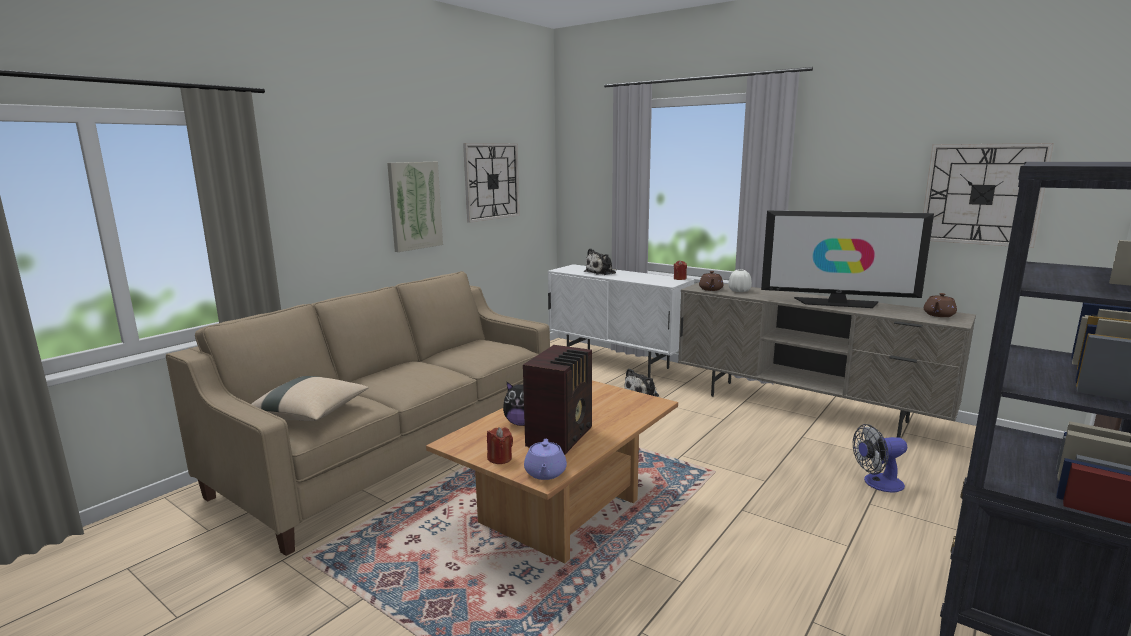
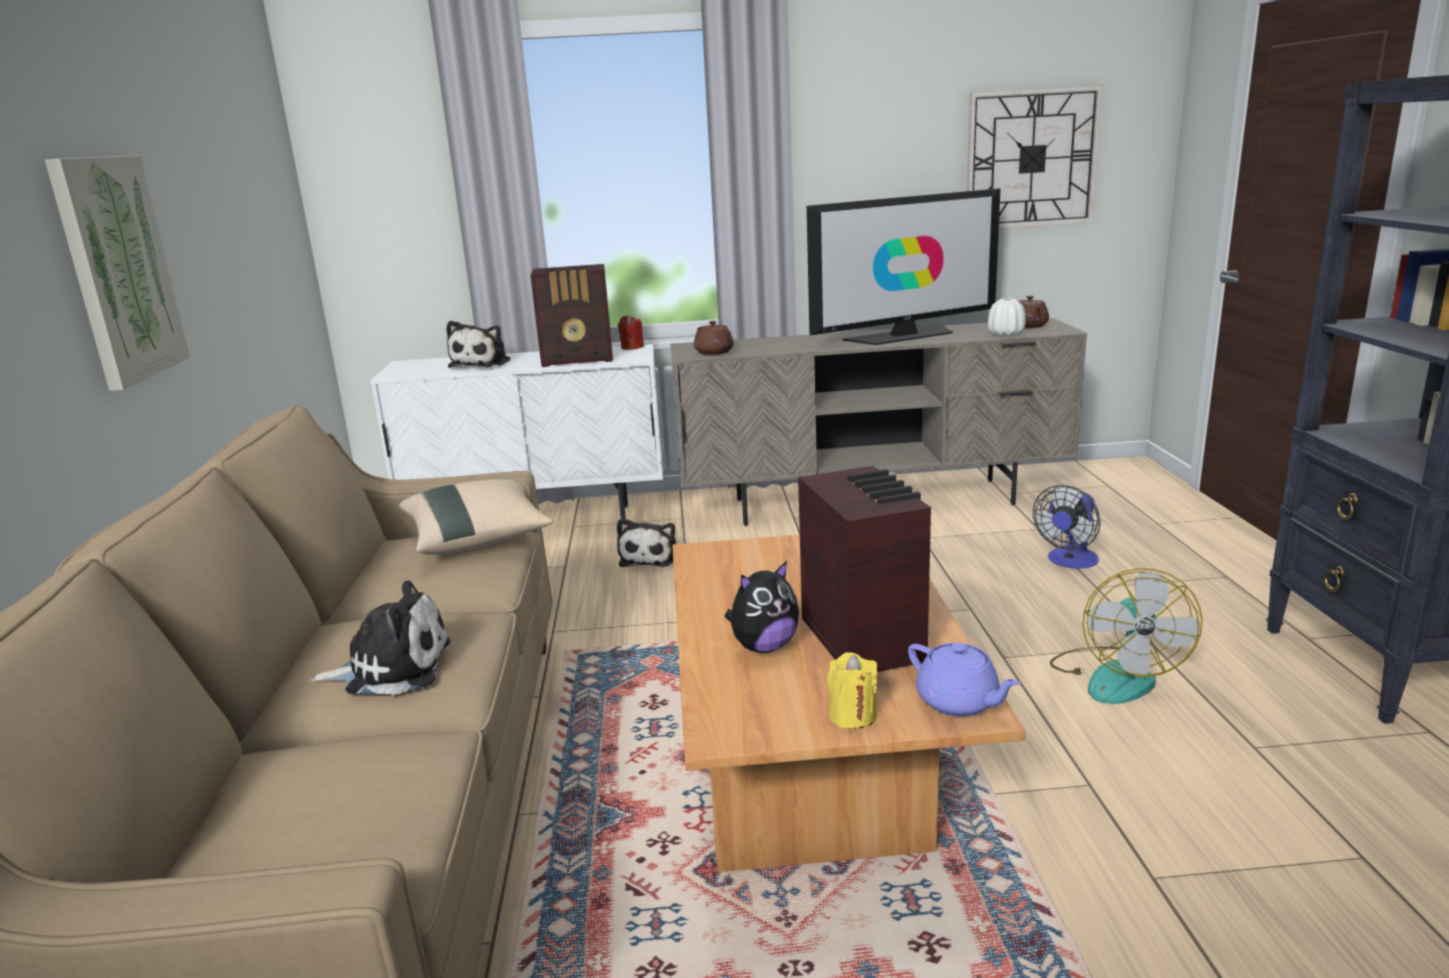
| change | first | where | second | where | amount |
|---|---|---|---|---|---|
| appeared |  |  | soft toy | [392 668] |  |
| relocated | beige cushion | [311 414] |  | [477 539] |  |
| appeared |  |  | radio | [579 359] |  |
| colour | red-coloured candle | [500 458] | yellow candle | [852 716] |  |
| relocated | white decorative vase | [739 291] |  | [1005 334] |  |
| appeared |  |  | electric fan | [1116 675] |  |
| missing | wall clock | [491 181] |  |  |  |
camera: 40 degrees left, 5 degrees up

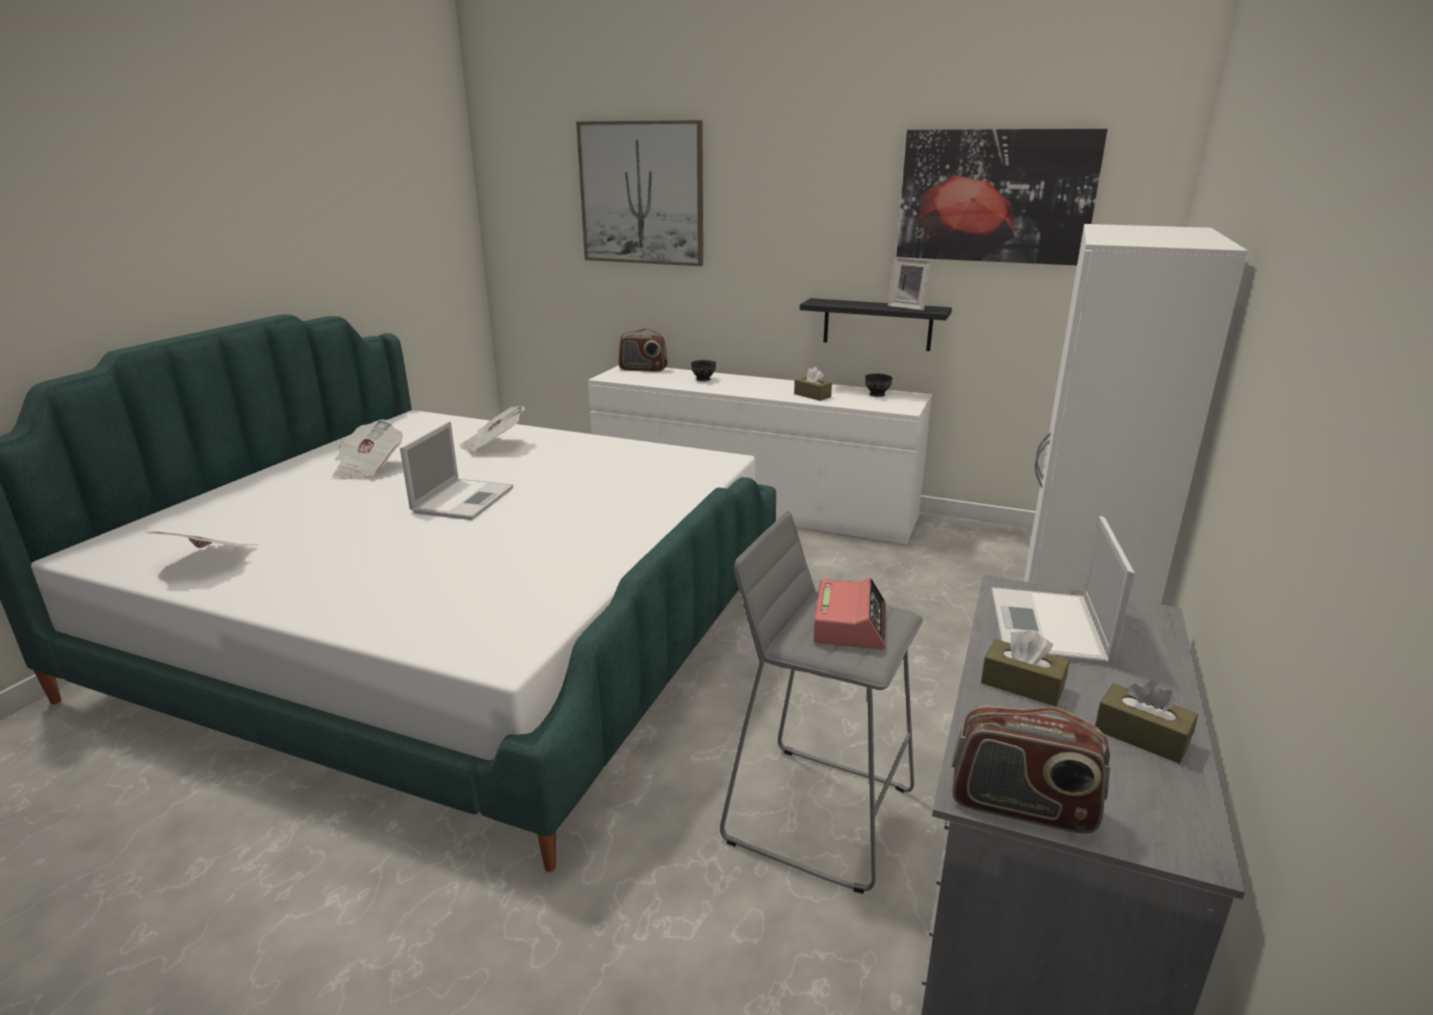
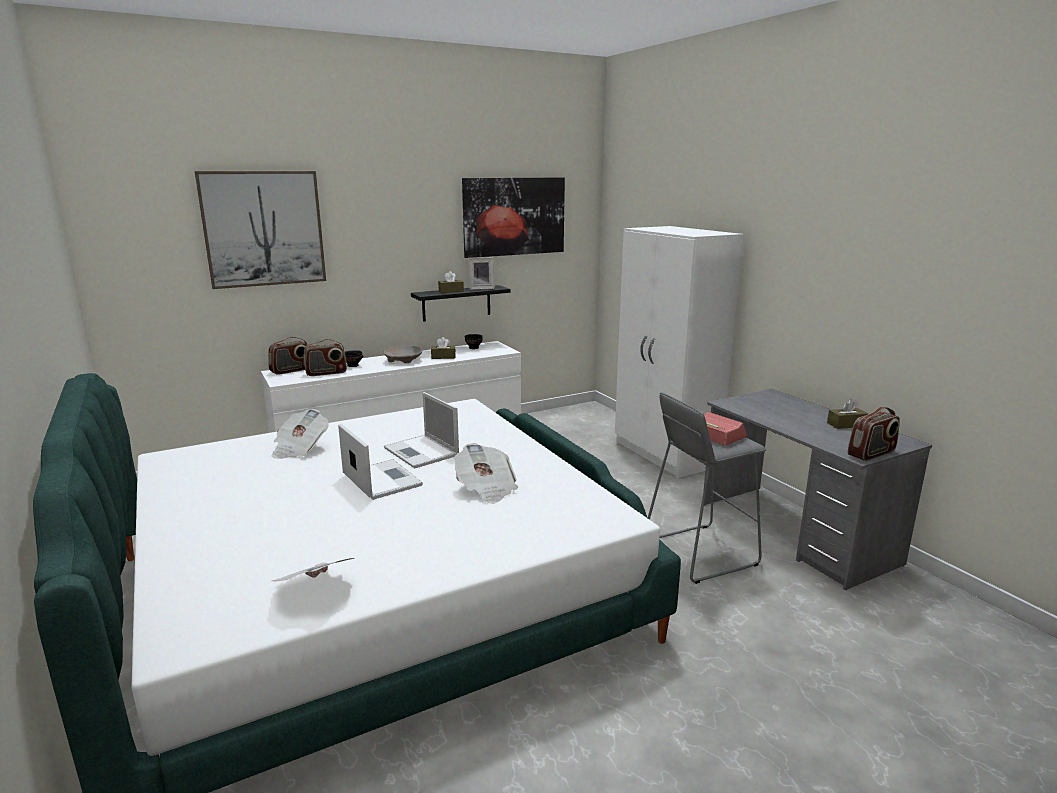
| change | first | where | second | where | amount |
|---|---|---|---|---|---|
| appeared |  |  | radio | [326 373] |  |
| appeared |  |  | beige bowl | [404 360] |  |
| relocated | notebook computer | [1049 628] |  | [422 452] |  |
| relocated | brownish tissue box | [1022 685] |  | [451 291] |  |
| relocated | printed paper | [368 468] |  | [486 489] |  |
camera: 50 degrees left, 5 degrees down

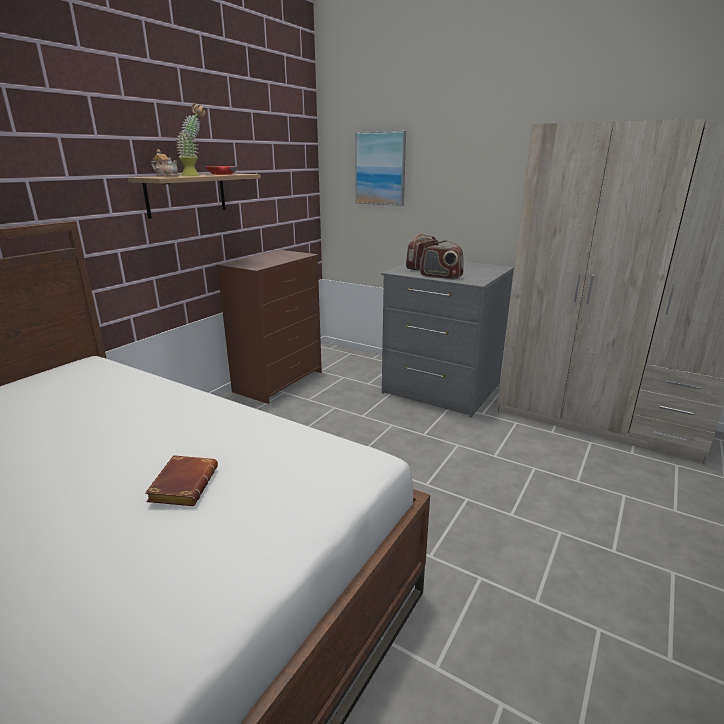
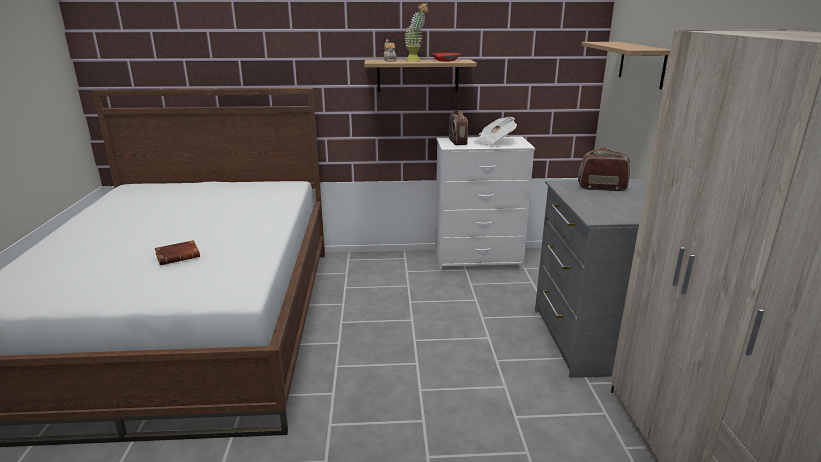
| change | first | where | second | where | amount |
|---|---|---|---|---|---|
| colour | brownish drawer chest | [279 381] | white drawer chest | [478 260] |  |
| relocated | radio | [441 276] |  | [457 141] |  |
| appeared |  |  | printed paper | [493 142] |  |
| exchanged | wall art | [380 169] | bracket shelf | [642 64] |  |
camera: 55 degrees right, 0 degrees up

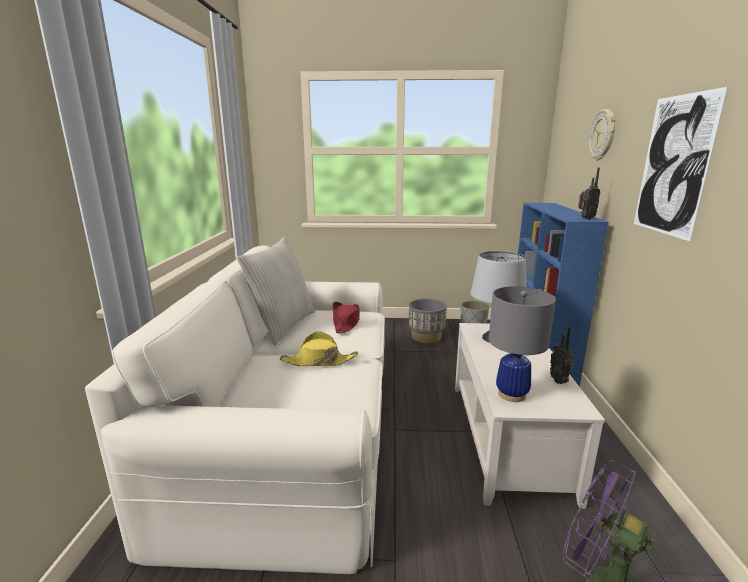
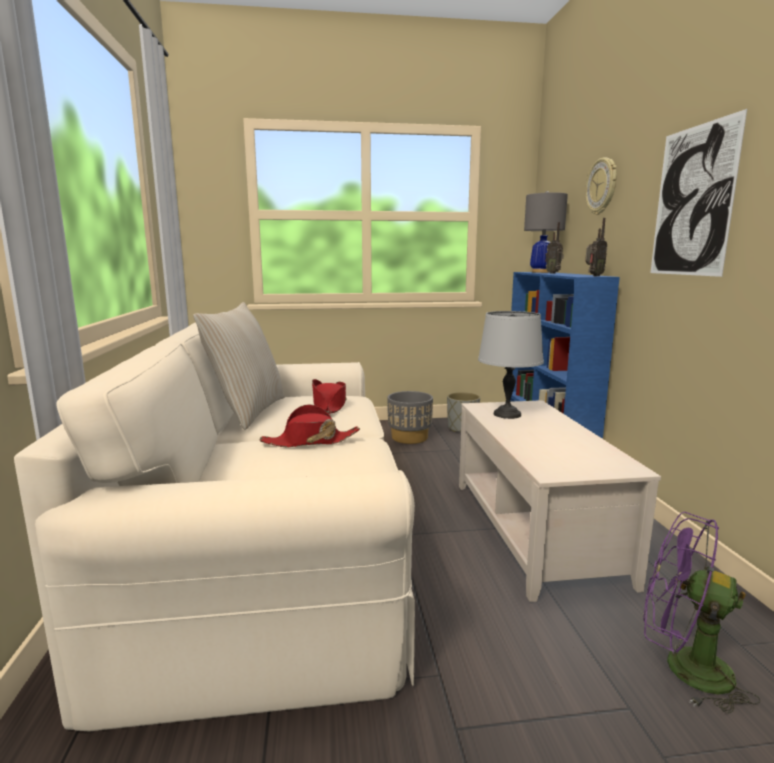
| change | first | where | second | where | amount |
|---|---|---|---|---|---|
| colour | yellow wearable hat | [318 361] | red-coloured wearable hat | [310 441] |  |
| relocated | gray tabletop lamp | [512 394] |  | [541 272] |  |
| relocated | radio | [559 381] |  | [553 273] |  |
camera: 10 degrees left, 5 degrees down

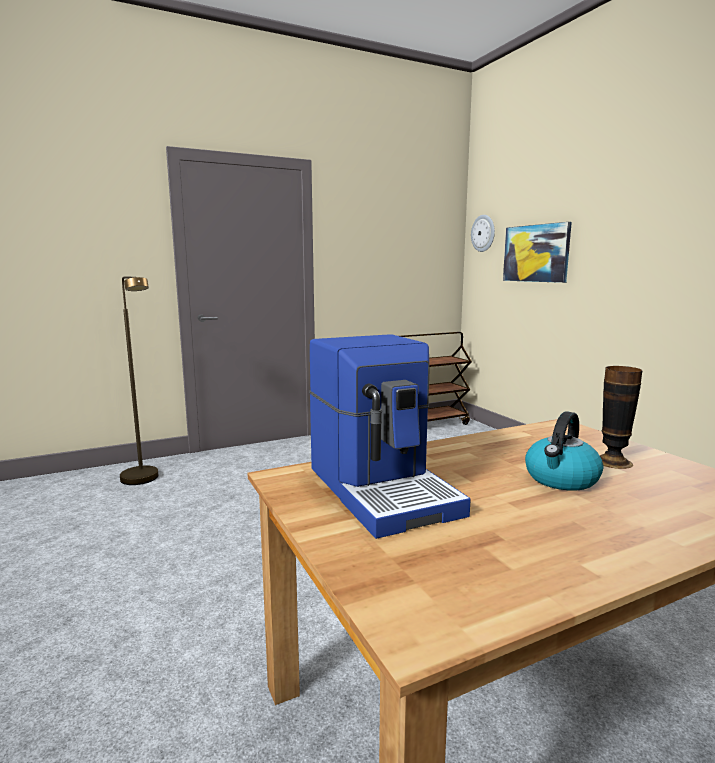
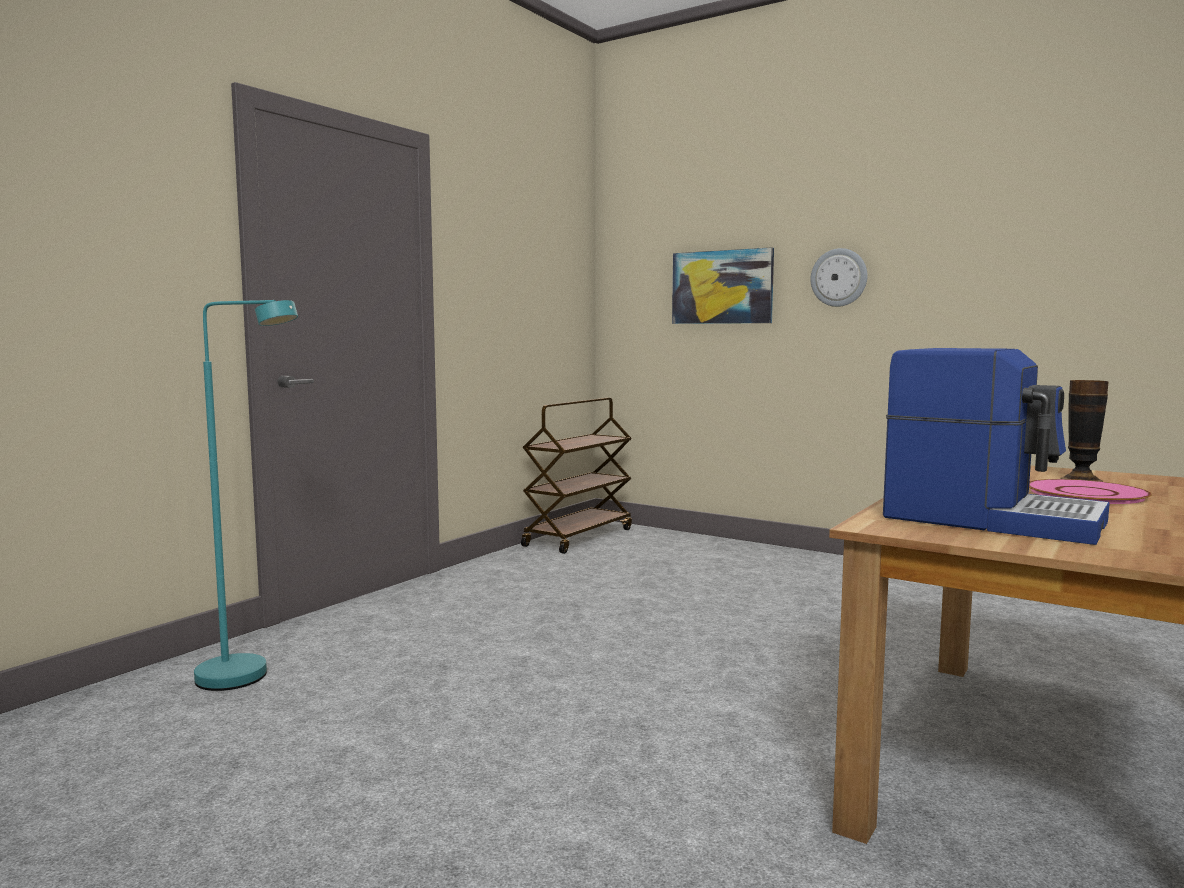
| change | first | where | second | where | amount |
|---|---|---|---|---|---|
| colour | brownish floor lamp | [143 481] | blue-green floor lamp | [248 679] |  |
| relocated | wall clock | [483 233] |  | [839 277] |  |
| exchanged | water kettle | [561 479] | pink plate | [1086 494] |  |
camera: 30 degrees left, 5 degrees down

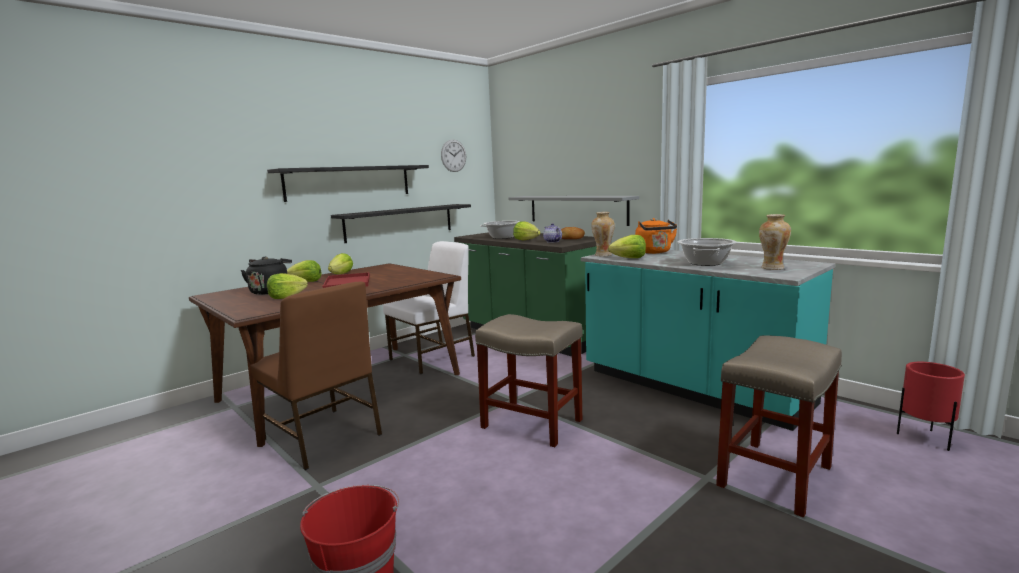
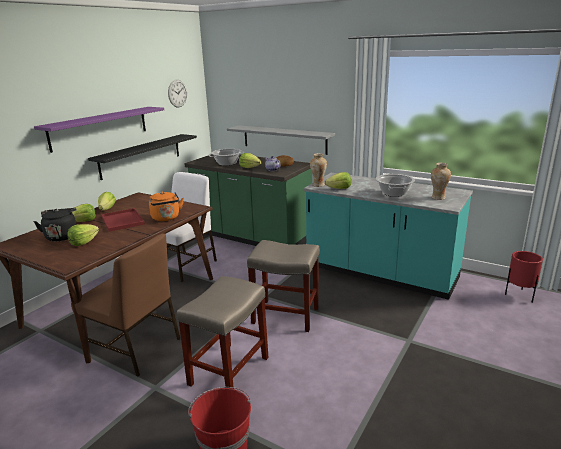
| change | first | where | second | where | amount |
|---|---|---|---|---|---|
| colour | black bracket shelf | [349 182] | purple bracket shelf | [100 128] |  |
| relocated | orange-coloured water kettle | [654 252] |  | [166 218] |  |
| relocated | beige sitting stool | [774 477] |  | [228 372] |  |
camera: 15 degrees left, 10 degrees up

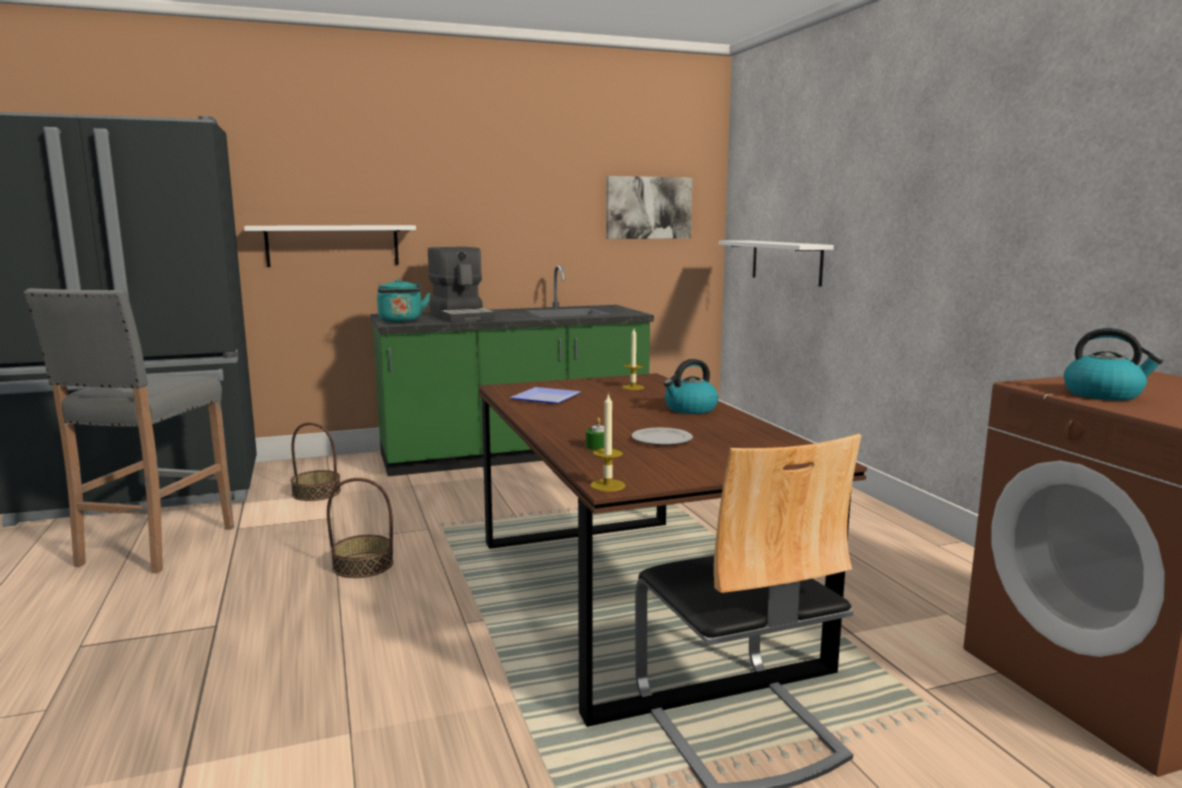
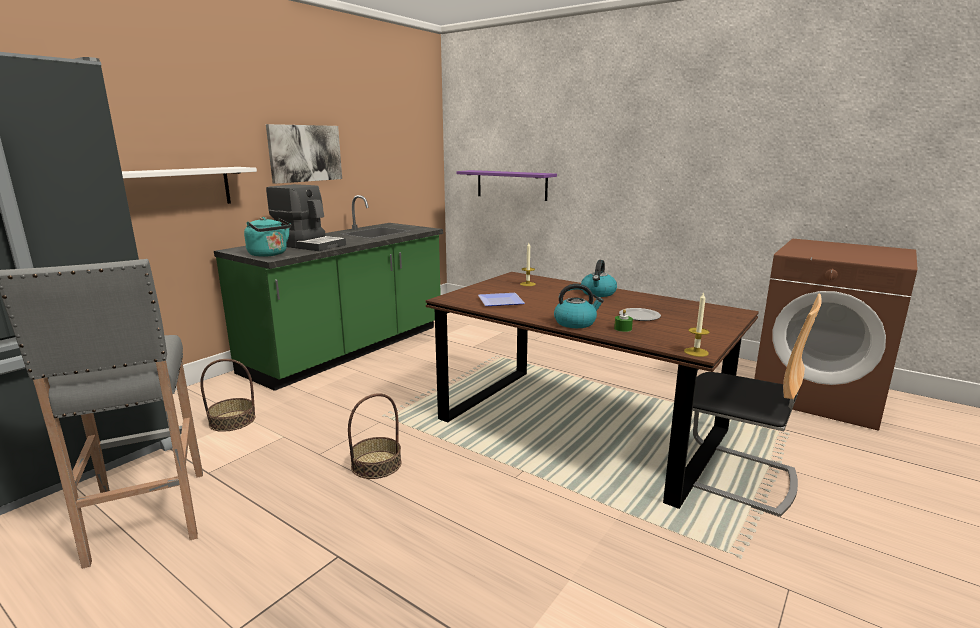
| change | first | where | second | where | amount |
|---|---|---|---|---|---|
| relocated | wall art | [648 207] |  | [305 153] |  |
| colour | white bracket shelf | [786 262] | purple bracket shelf | [511 185] |  |
| relocated | water kettle | [1104 394] |  | [575 323] |  |
camera: 35 degrees left, 5 degrees up

